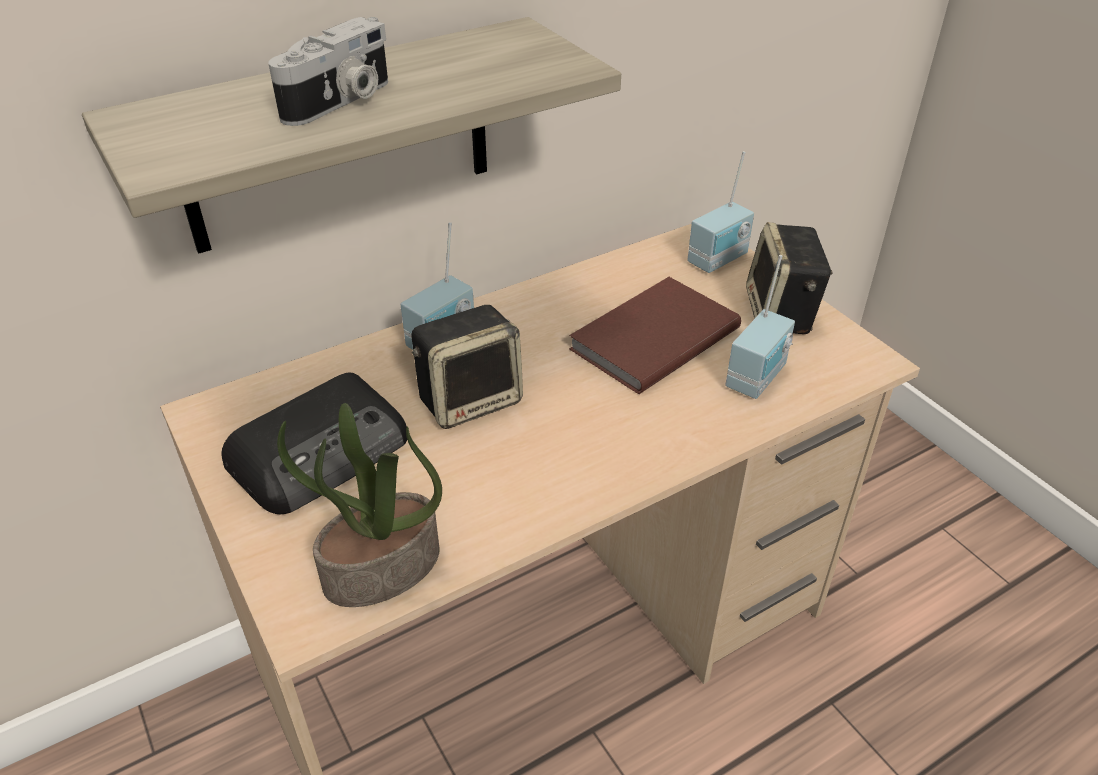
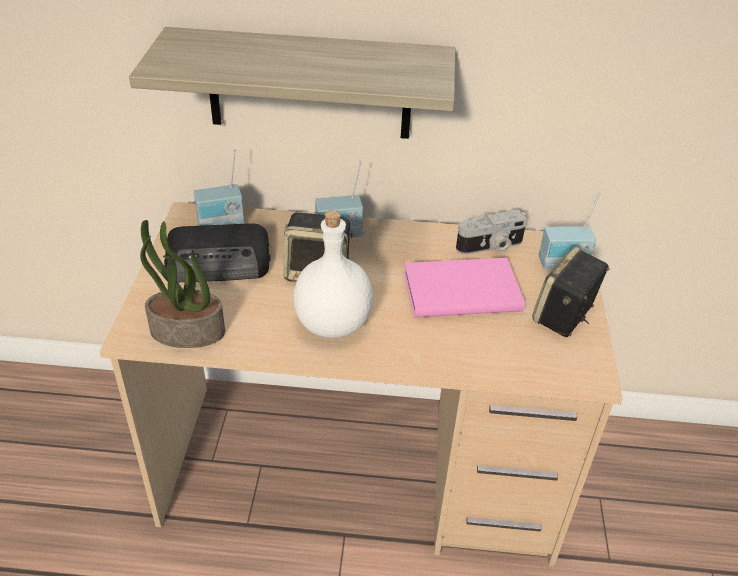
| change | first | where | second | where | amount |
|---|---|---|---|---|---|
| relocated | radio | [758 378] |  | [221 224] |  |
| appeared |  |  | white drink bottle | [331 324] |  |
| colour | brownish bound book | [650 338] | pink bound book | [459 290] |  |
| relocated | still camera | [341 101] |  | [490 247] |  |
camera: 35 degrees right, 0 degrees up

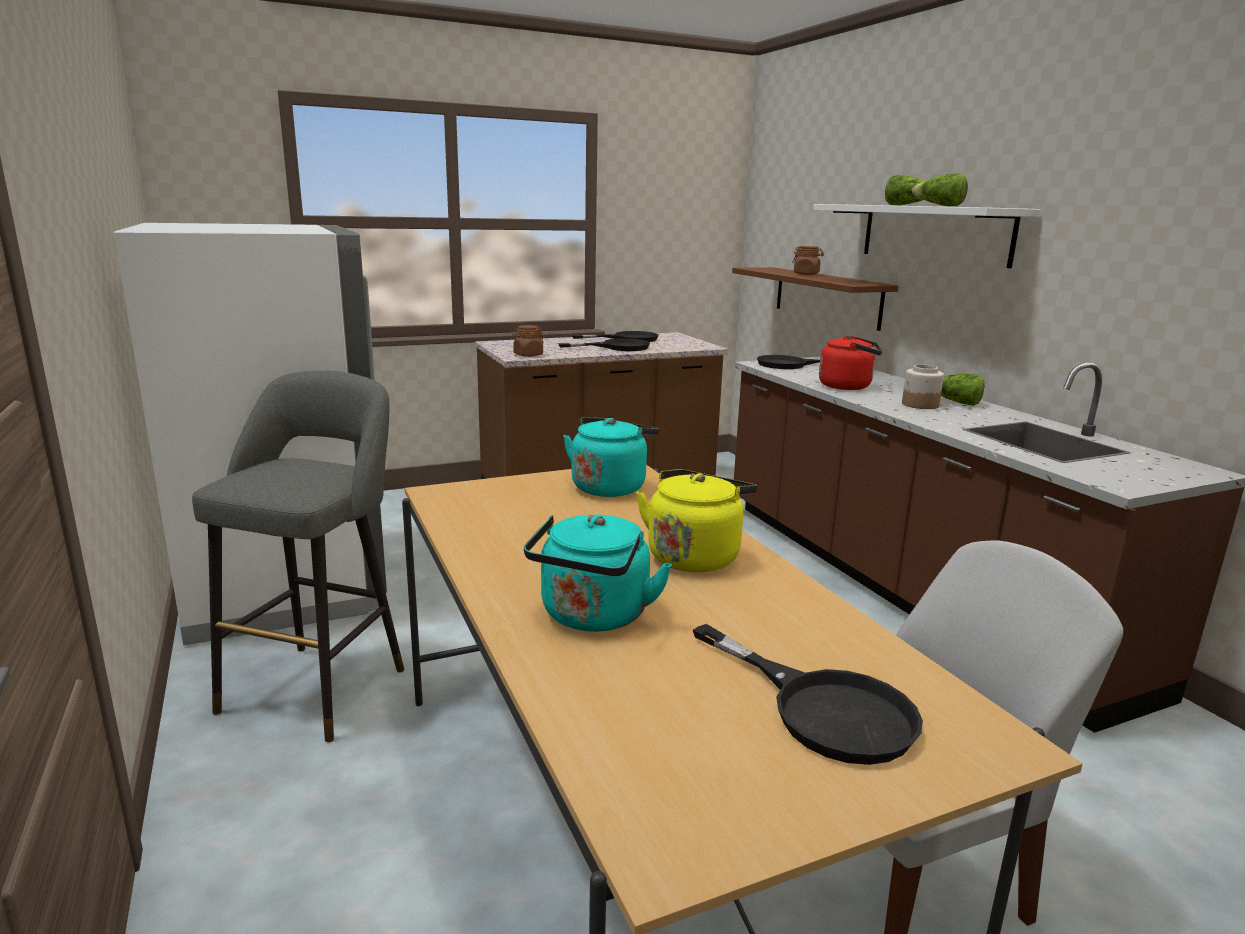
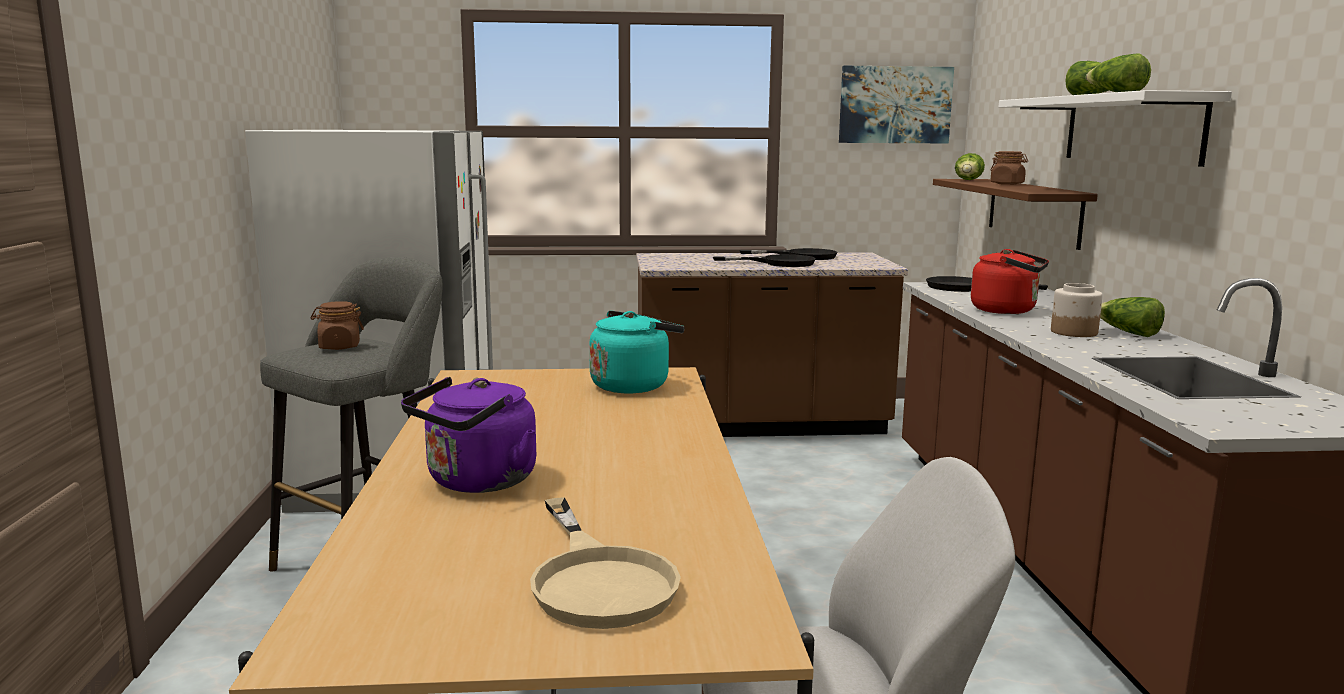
| change | first | where | second | where | amount |
|---|---|---|---|---|---|
| relocated | brownish storage jar | [528 355] |  | [339 347] |  |
| colour | blue-green water kettle | [593 617] | purple water kettle | [477 482] |  |
| colour | black frying pan | [822 708] | beige frying pan | [598 579] |  |
| appeared |  |  | wall art | [895 105] |  |
| appeared |  |  | lettuce head | [968 180] |  |
| missing | yellow water kettle | [695 556] |  |  |  |
camera: 20 degrees right, 5 degrees down

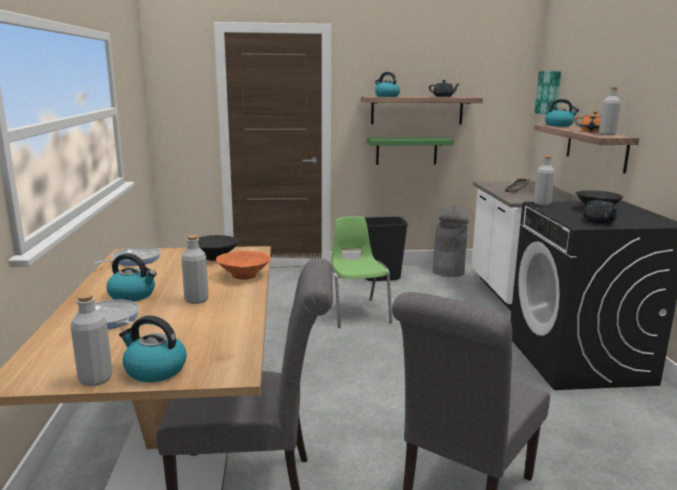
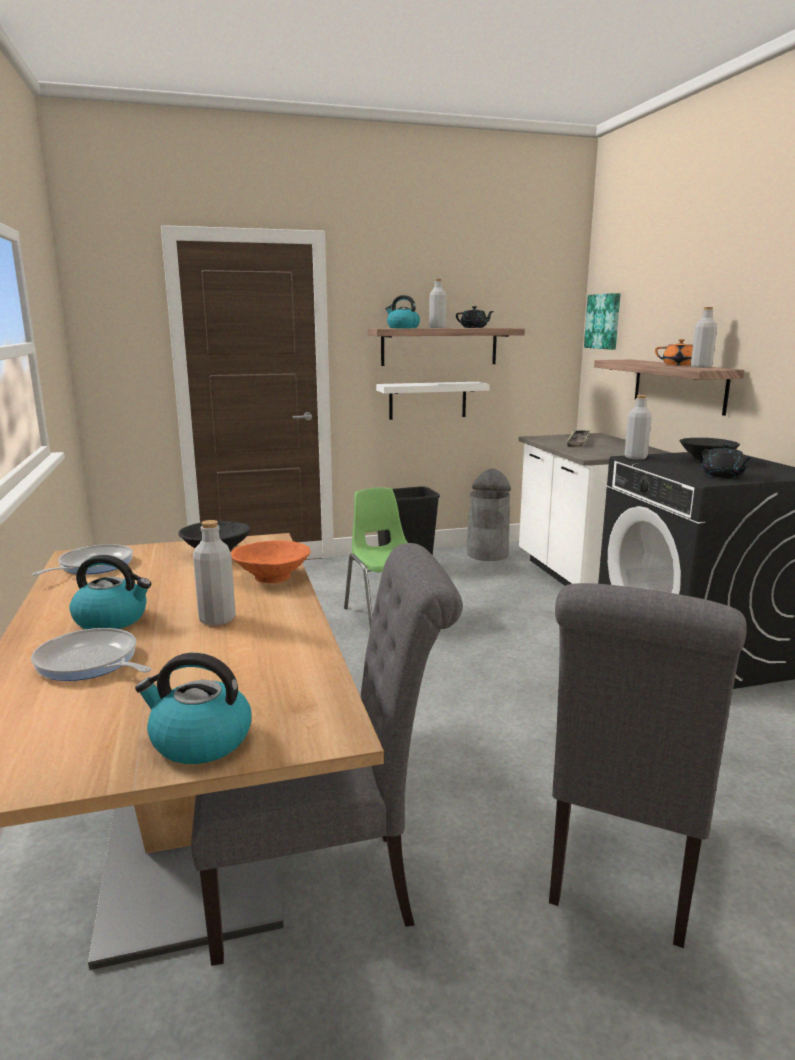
| change | first | where | second | where | amount |
|---|---|---|---|---|---|
| colour | greenish bracket shelf | [406 151] | white bracket shelf | [427 400] |  |
| relocated | gray drink bottle | [95 379] |  | [437 328] |  |
| missing | water kettle | [559 125] |  |  |  |
camera: 10 degrees left, 0 degrees up

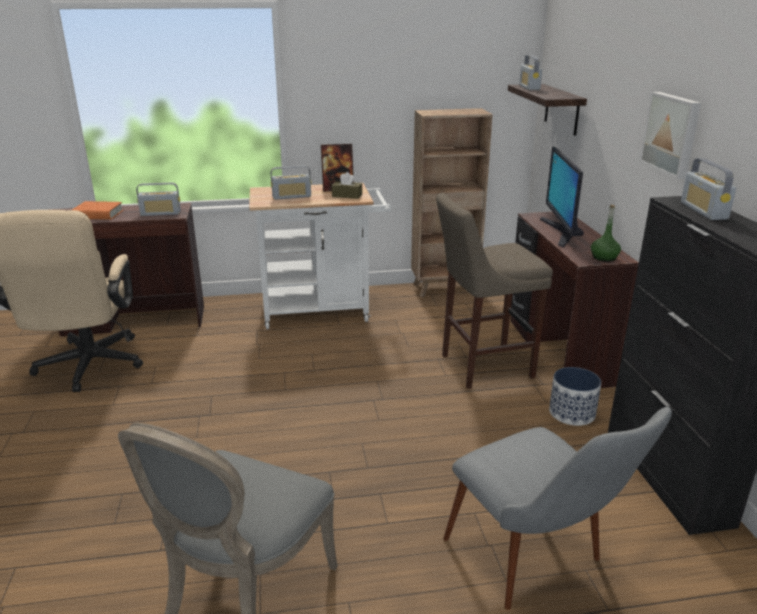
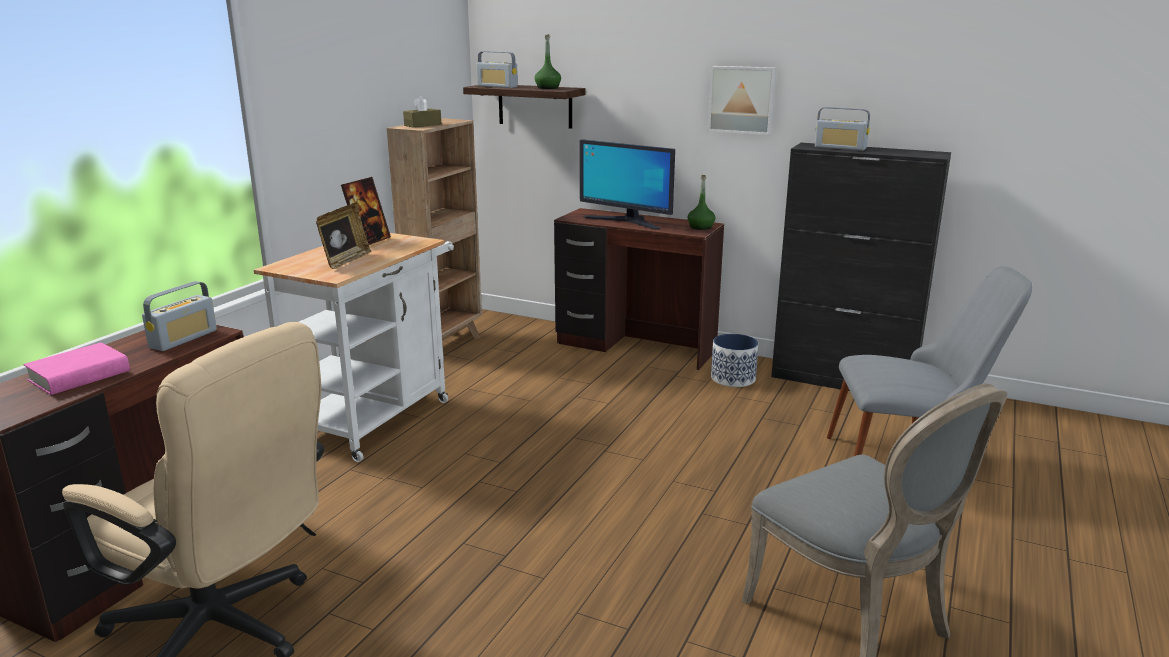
| change | first | where | second | where | amount |
|---|---|---|---|---|---|
| colour | orange-coloured bound book | [98 215] | pink bound book | [79 376] |  |
| exchanged | radio | [292 196] | photo frame | [345 261] |  |
| relocated | brownish tissue box | [347 195] |  | [423 125] |  |
| appeared |  |  | greenish drink bottle | [547 88] |  |
| missing | beige sitting stool | [482 366] |  |  |  |
camera: 55 degrees left, 5 degrees down

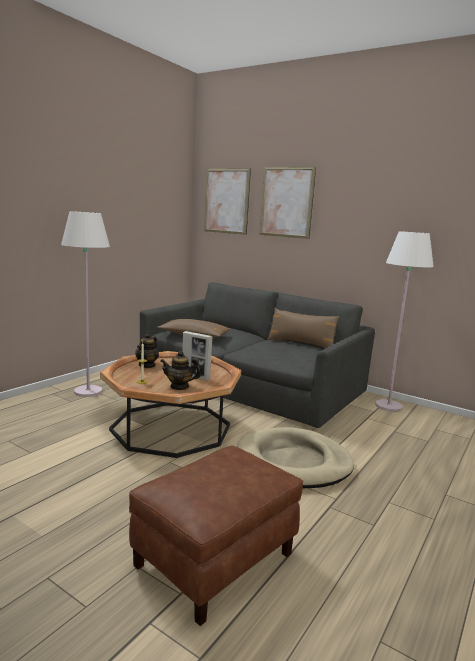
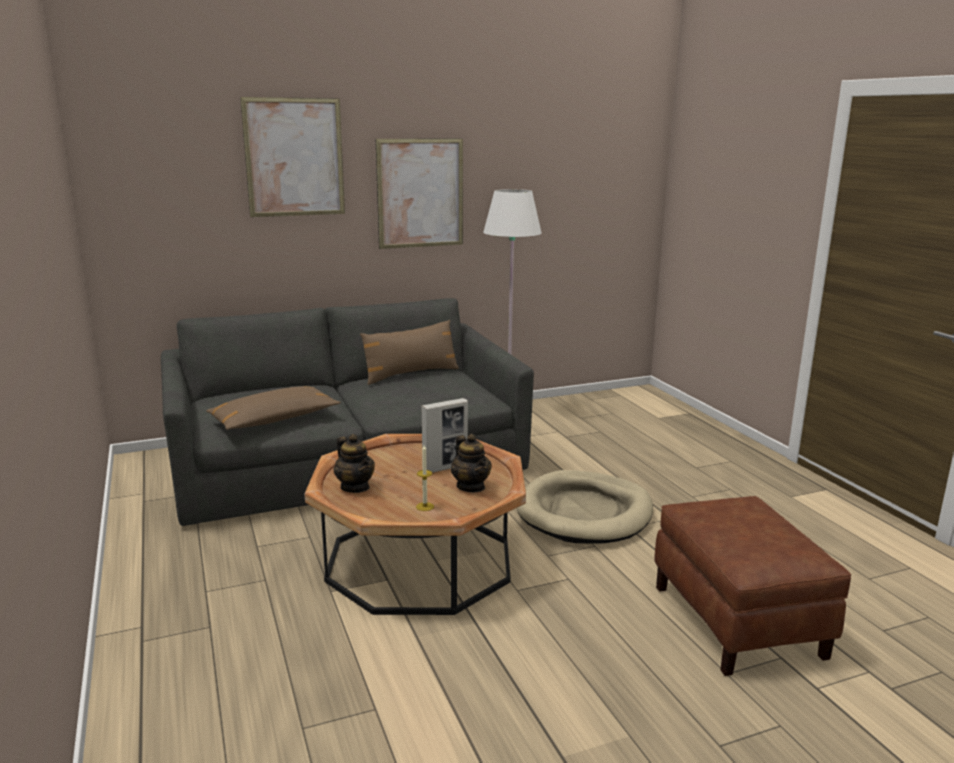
| change | first | where | second | where | amount |
|---|---|---|---|---|---|
| relocated | wall art | [226 201] |  | [420 193] |  |
| spun | teapot | [179 386] |  | [471 486] | 60 degrees counterclockwise |
| missing | white floor lamp | [88 391] |  |  |  |
camera: 55 degrees left, 5 degrees up

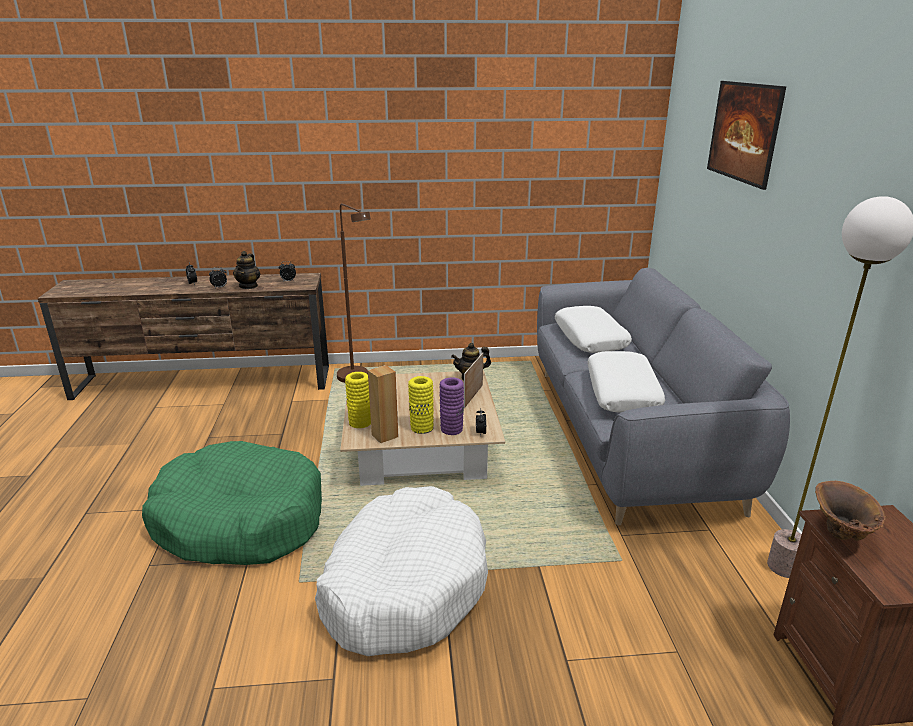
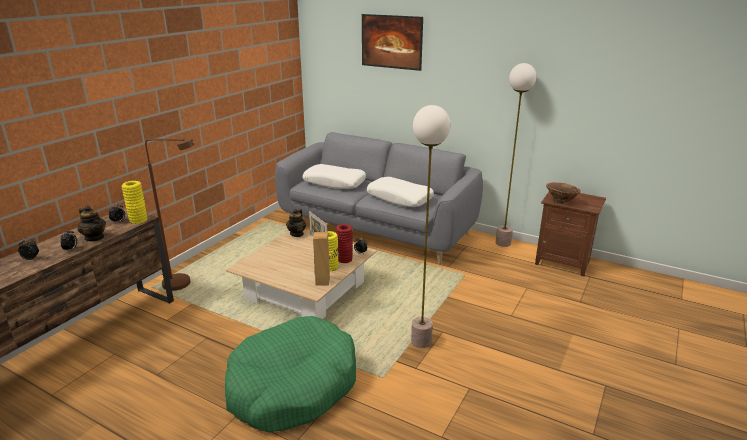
| change | first | where | second | where | amount |
|---|---|---|---|---|---|
| relocated | yellow decorative vase | [360 422] |  | [138 220] |  |
| colour | purple decorative vase | [451 429] | red-coloured decorative vase | [344 259] |  |
| exchanged | white dog bed | [404 585] | floor lamp | [421 341] |  |
camera: 55 degrees left, 0 degrees up

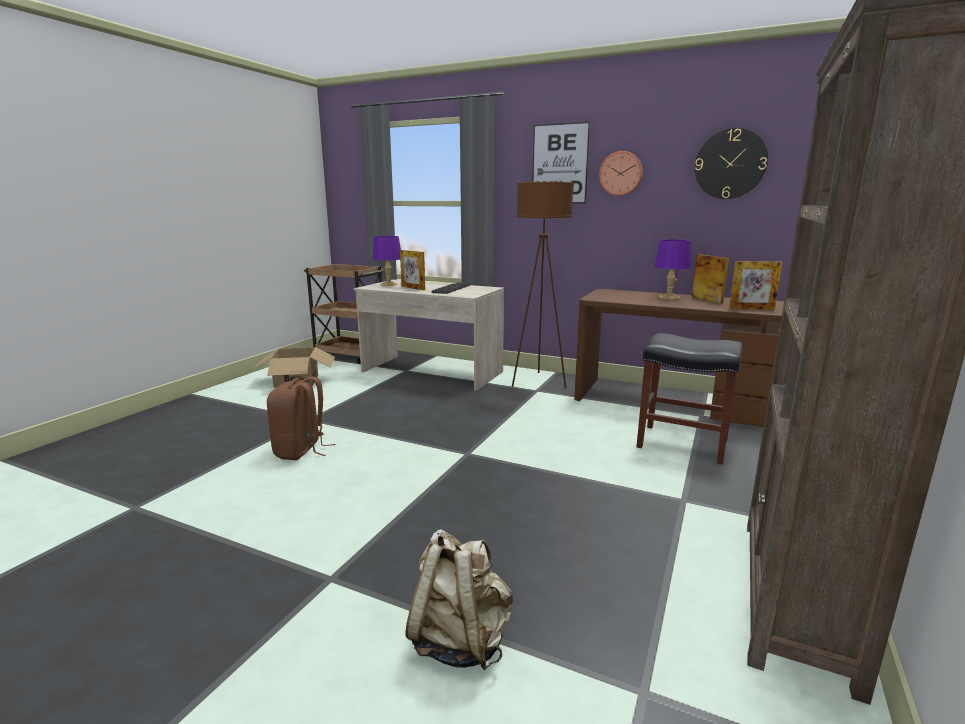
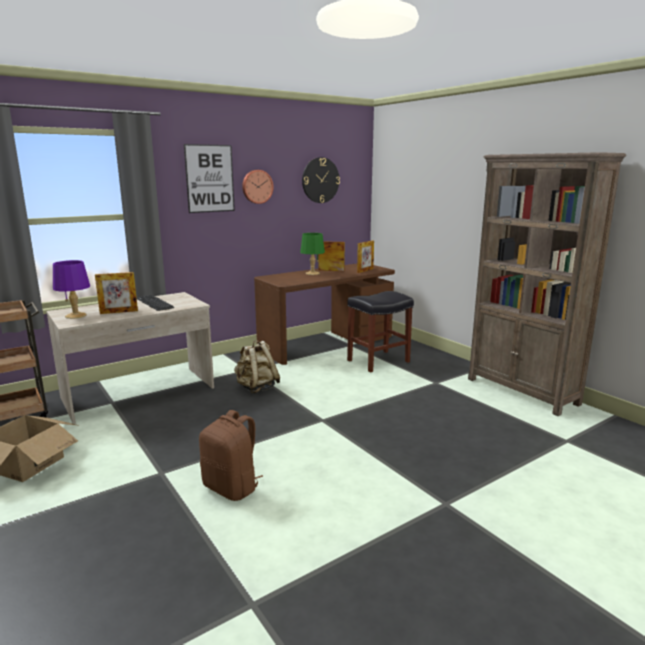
| change | first | where | second | where | amount |
|---|---|---|---|---|---|
| relocated | beige knapsack | [460 640] |  | [256 388] |  |
| colour | purple tabletop lamp | [669 297] | greenish tabletop lamp | [312 273] |  |
| missing | brownish floor lamp | [539 382] |  |  |  |
camera: 60 degrees left, 0 degrees up

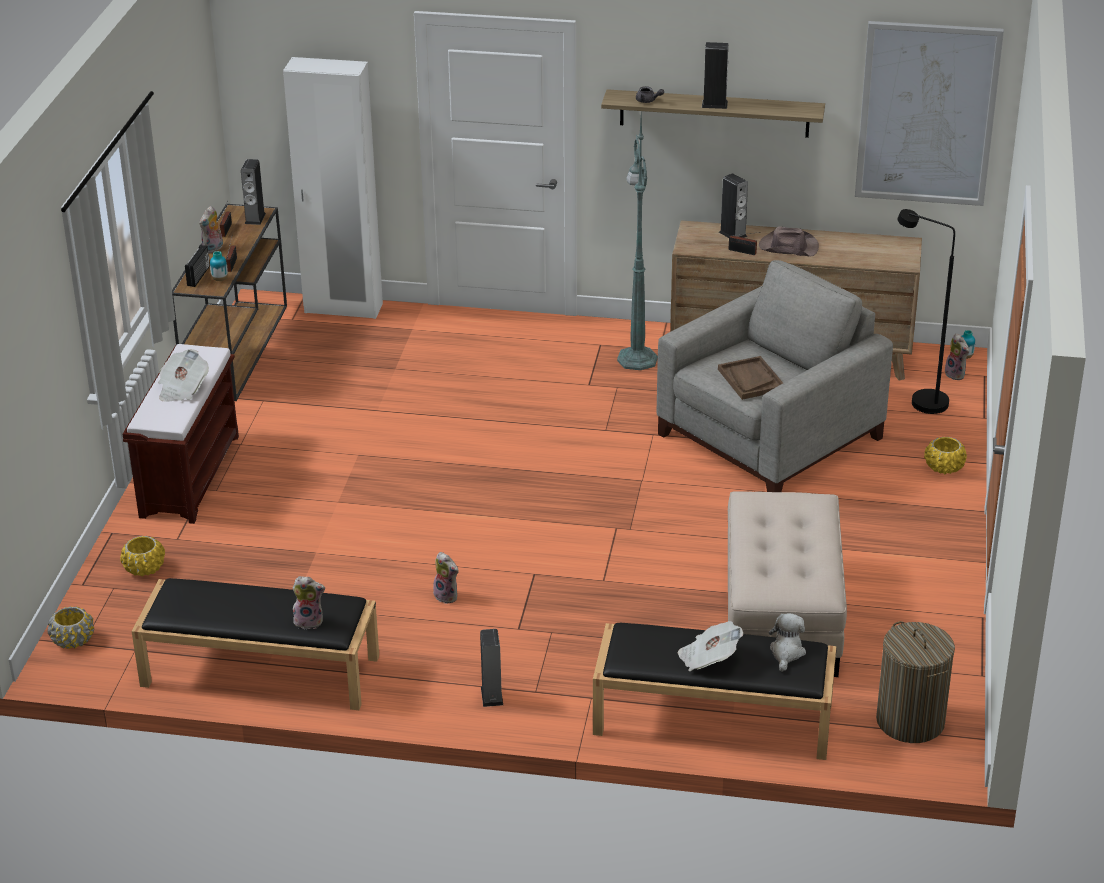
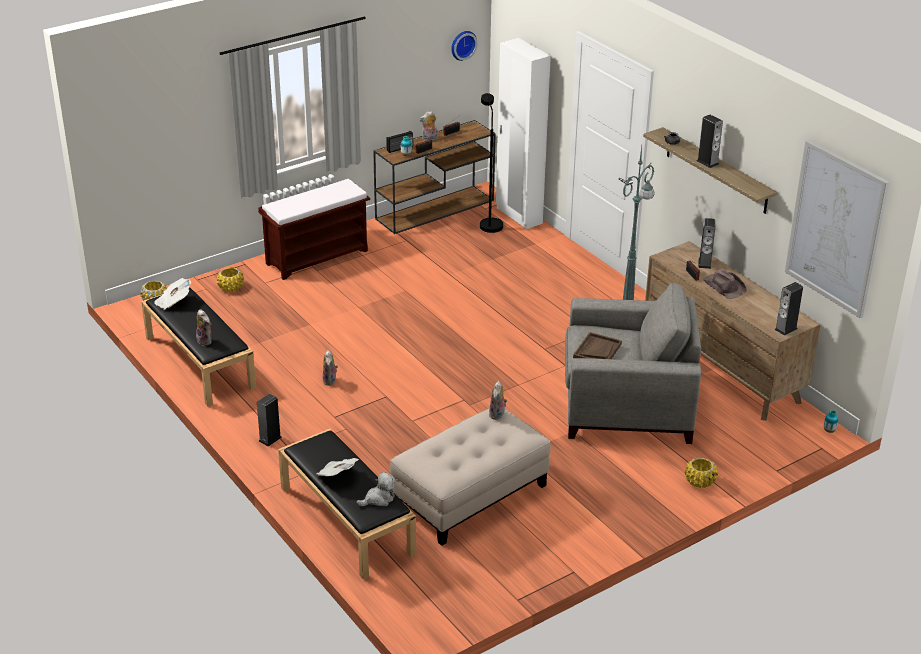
| change | first | where | second | where | amount |
|---|---|---|---|---|---|
| relocated | printed paper | [182 389] |  | [173 302] |  |
| appeared |  |  | wall clock | [462 44] |  |
| relocated | black floor lamp | [919 401] |  | [489 223] |  |
| relocated | soft toy | [956 374] |  | [497 415] |  |
| relocated | audio speaker | [255 218] |  | [786 329] |  |
| missing | laundry basket | [910 721] |  |  |  |
camera: 45 degrees right, 0 degrees up

